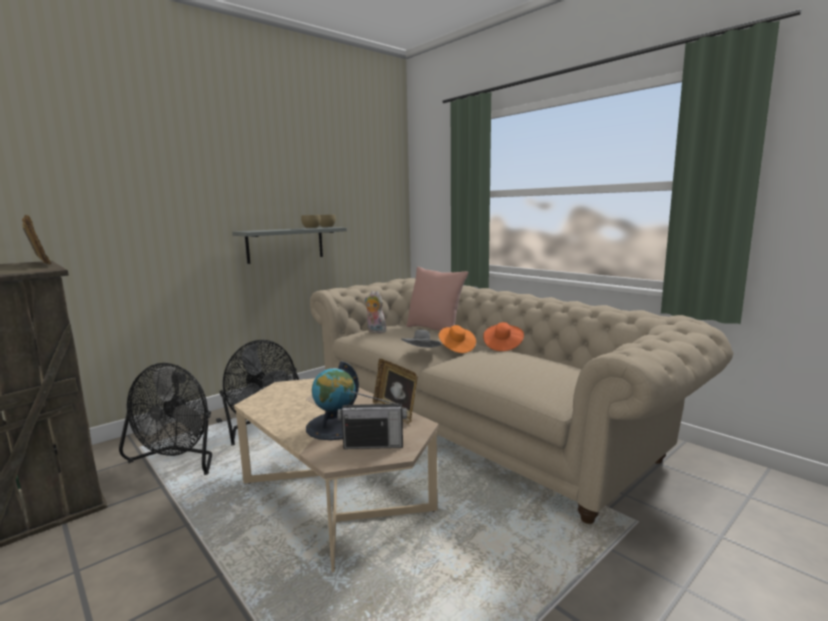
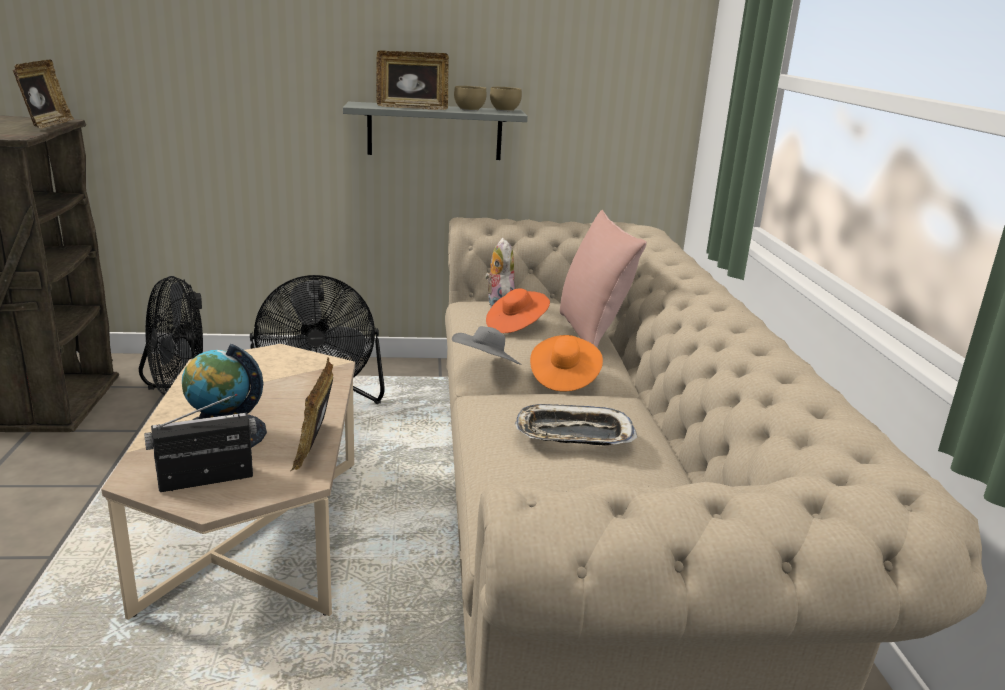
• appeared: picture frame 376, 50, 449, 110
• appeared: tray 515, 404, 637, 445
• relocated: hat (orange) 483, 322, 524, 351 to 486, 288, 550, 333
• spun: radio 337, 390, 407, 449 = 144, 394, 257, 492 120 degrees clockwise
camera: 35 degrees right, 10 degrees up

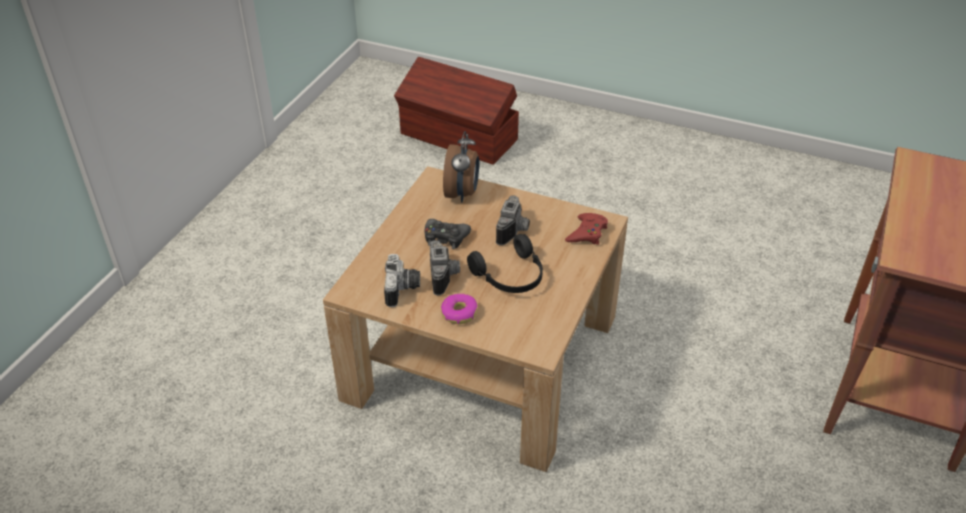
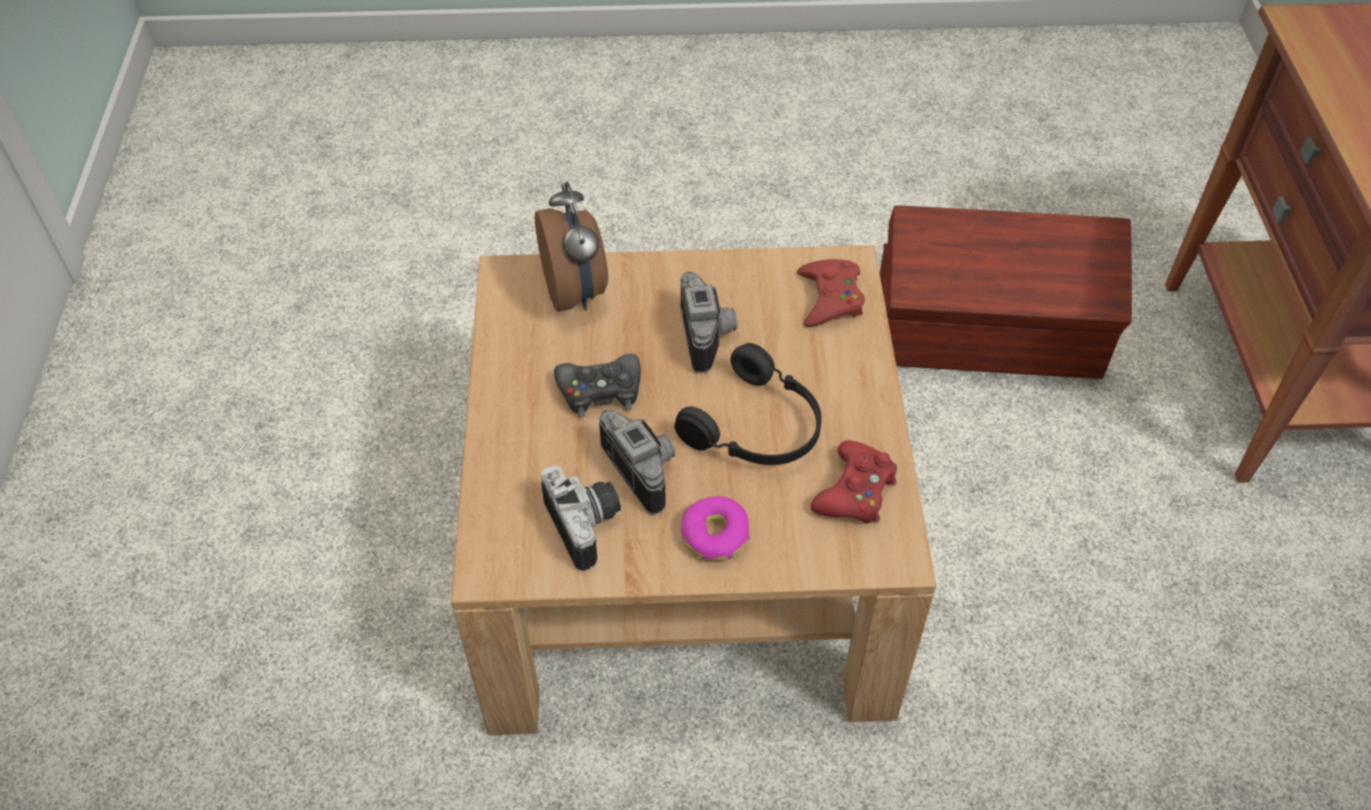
• appeared: game controller (red) 810, 440, 897, 523
• relocated: storage box (brown) 394, 57, 519, 165 to 880, 205, 1132, 379
camera: 25 degrees left, 10 degrees up

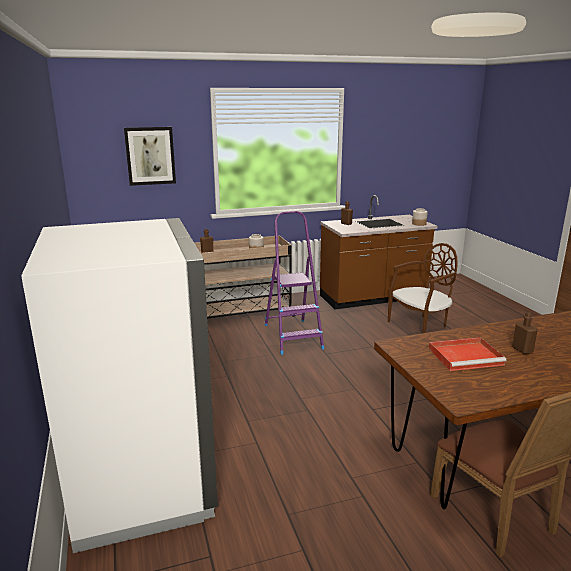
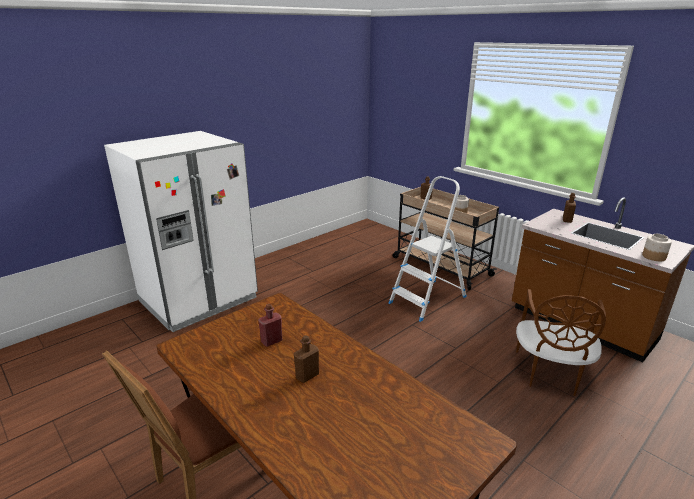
• missing: picture 124, 127, 176, 186
• exchanged: tray (red) 429, 337, 506, 371 to bottle (red) 258, 304, 282, 347
• colour: step ladder (purple) 265, 211, 324, 355 to step ladder (white) 389, 176, 467, 322
• spun: chair (brown) 388, 243, 458, 333 = 516, 289, 606, 396 75 degrees clockwise
camera: 65 degrees right, 5 degrees up

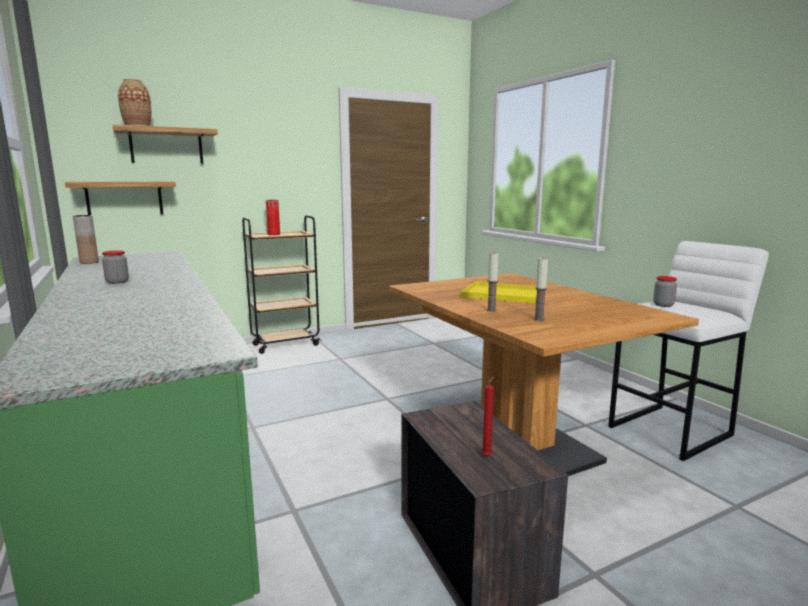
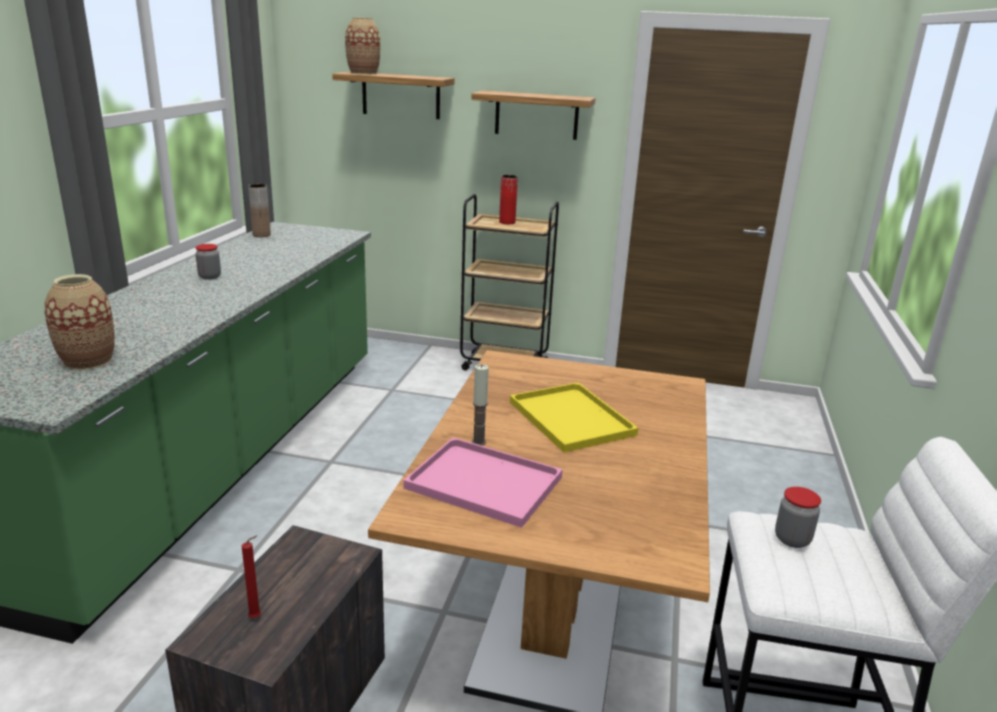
• appeared: vase 44, 274, 115, 370
• relocated: shelf 65, 182, 176, 215 to 471, 90, 596, 140
• exchanged: candle 534, 258, 548, 321 to tray (pink) 403, 437, 563, 528
camera: 40 degrees right, 10 degrees up

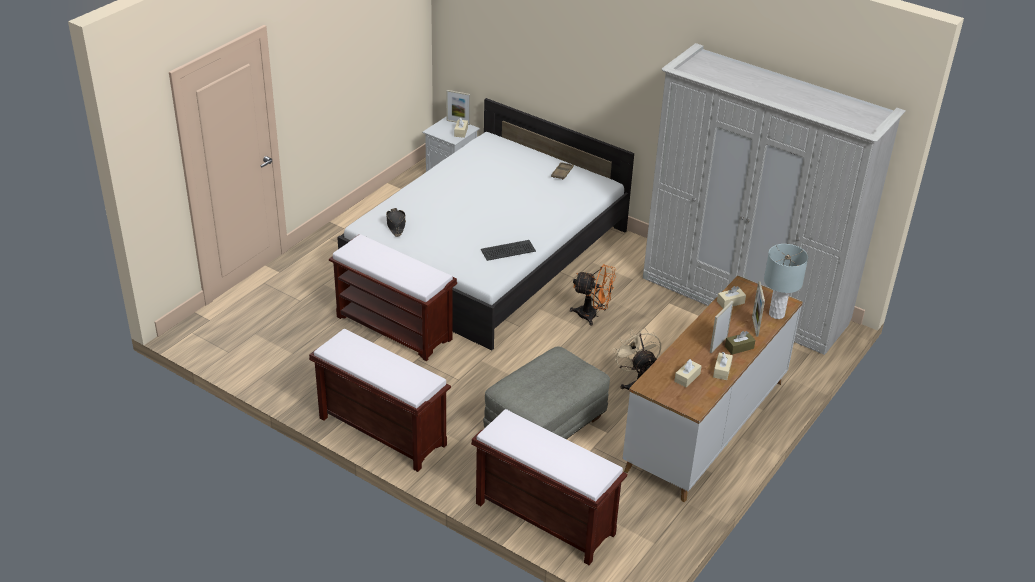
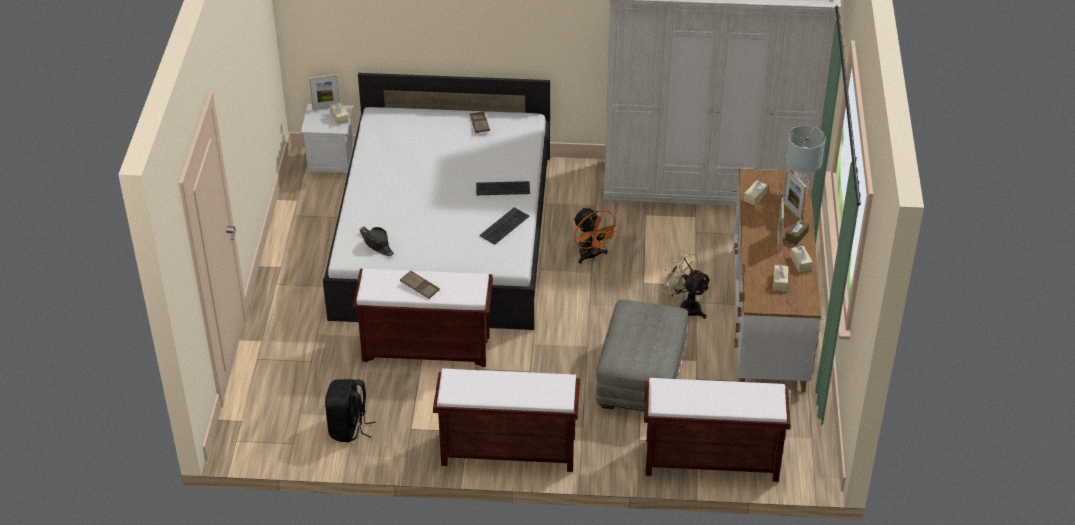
• appeared: backpack (black) 325, 379, 376, 442
• appeared: tray (brown) 400, 270, 440, 299
• appeared: keyboard 476, 181, 530, 195
• spun: fan (orange) 570, 264, 616, 326 = 573, 207, 620, 264 75 degrees clockwise
camera: 30 degrees left, 5 degrees up

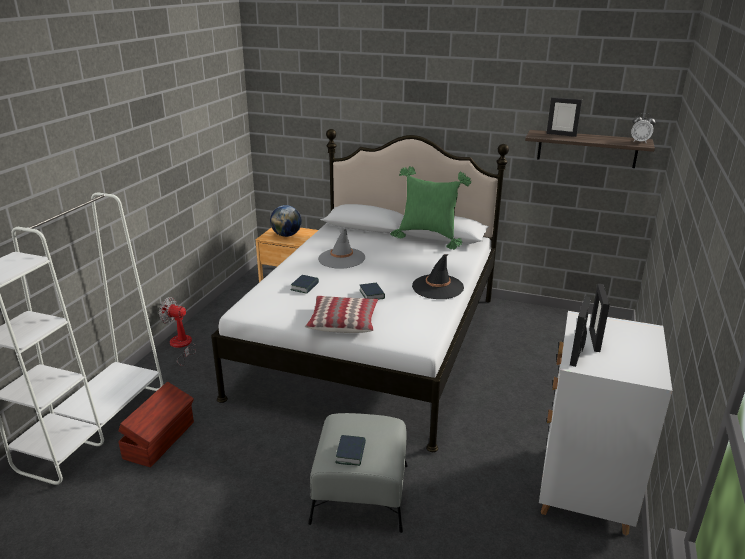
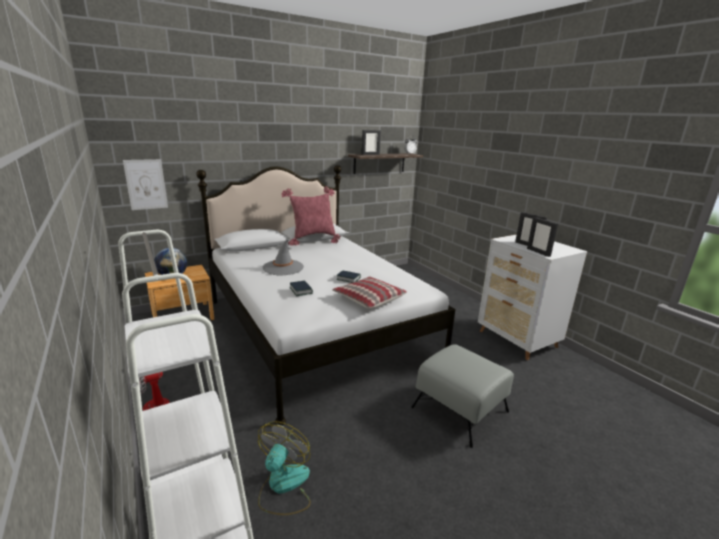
• missing: book 335, 435, 366, 466
• missing: hat (black) 412, 254, 464, 299
• appeared: picture 123, 159, 168, 210
• exchanged: storage box (brown) 118, 382, 194, 467 to fan 258, 421, 311, 515
• colour: pillow (green) 390, 166, 471, 250 to pillow (red) 281, 187, 341, 246
camera: 50 degrees left, 5 degrees down

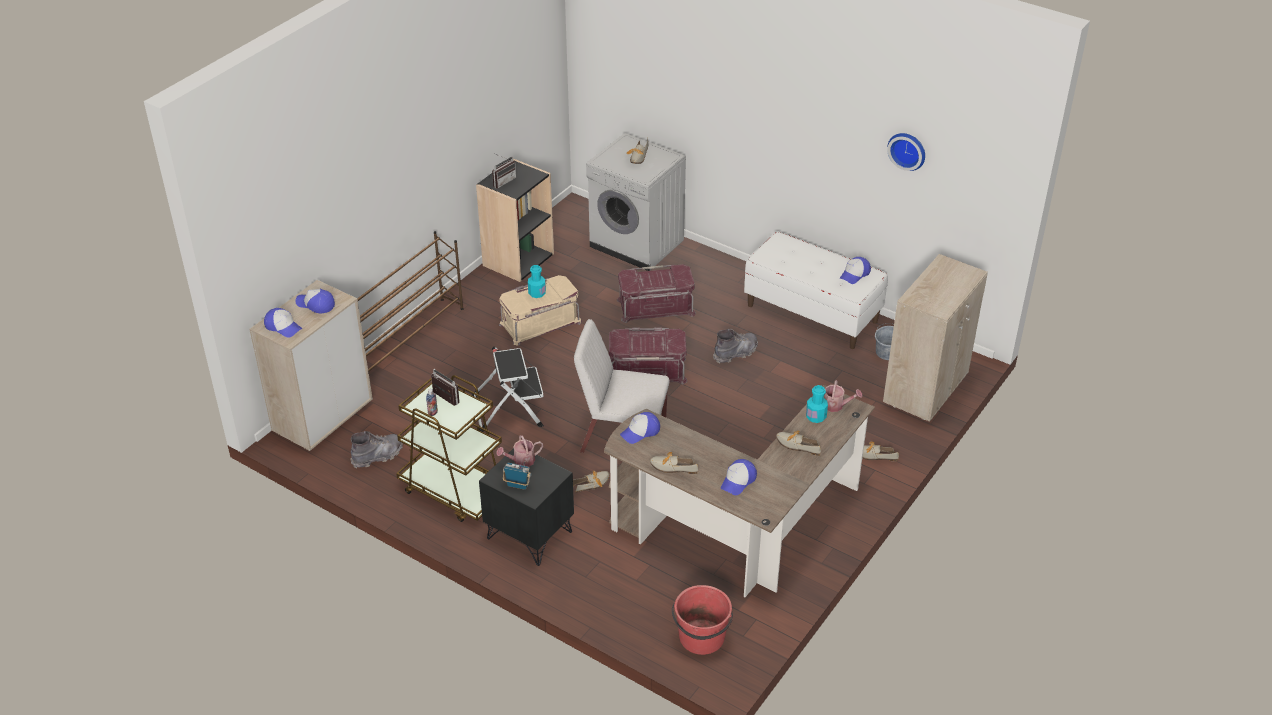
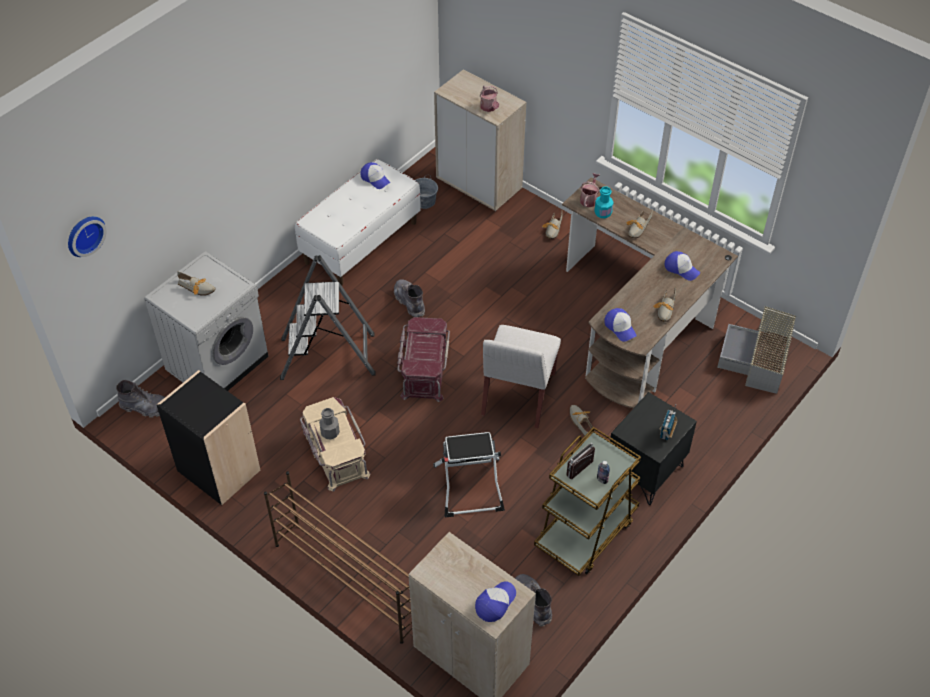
• missing: cap 295, 289, 335, 313
• missing: radio 492, 154, 516, 189
• appeared: boot (grey) 116, 380, 165, 418
• relocated: watering can 496, 435, 543, 467 to 480, 85, 499, 112
• relocated: wall clock 887, 133, 925, 171 to 68, 216, 106, 257
• exchanged: storage box (red) 616, 264, 696, 323 to step ladder (grey) 280, 255, 375, 380
• exchanged: bucket (red) 672, 585, 733, 655 to storage box (grey) 717, 306, 797, 394
• colour: bottle (turquoise) 528, 265, 546, 298 to bottle (grey) 319, 408, 340, 440
camera: 85 degrees left, 10 degrees up

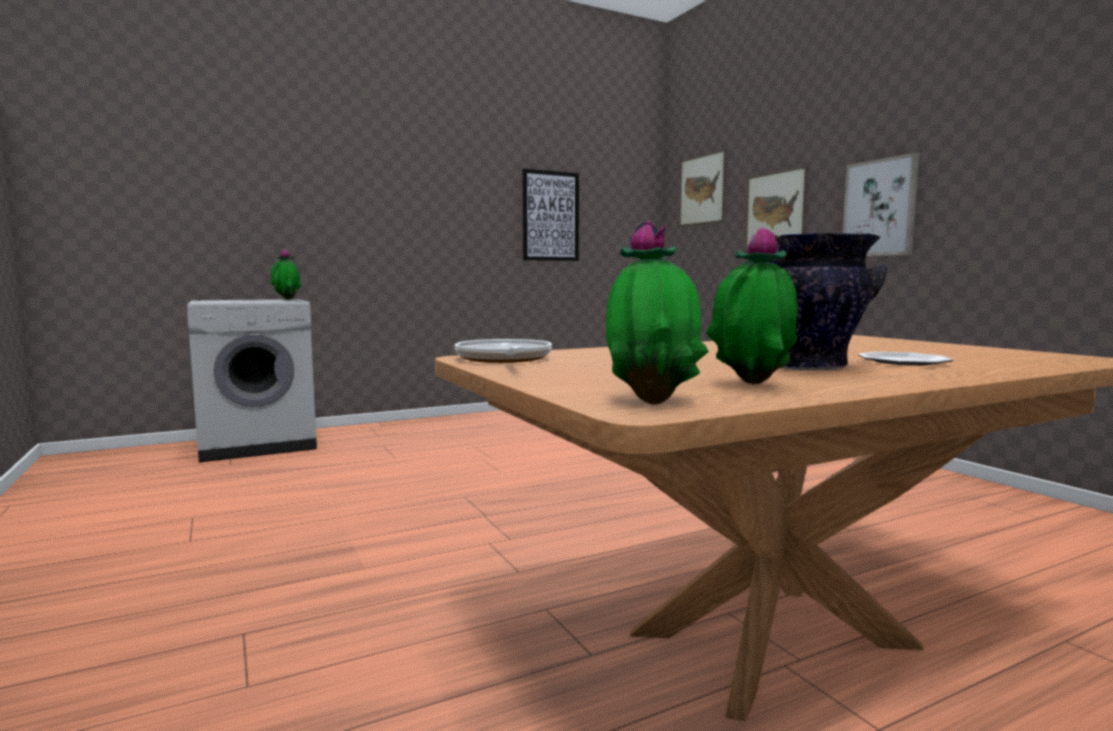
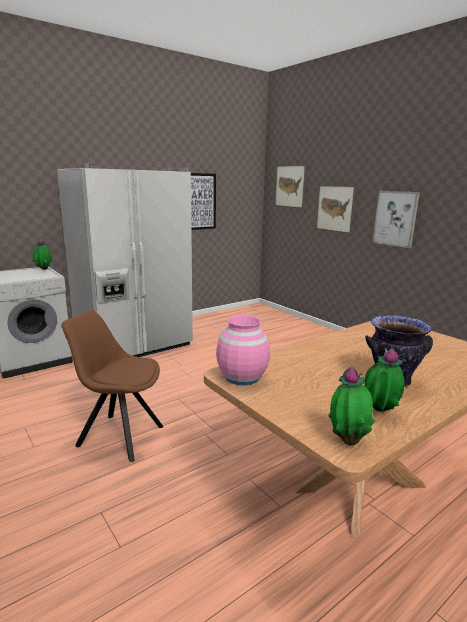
• missing: plate 858, 352, 954, 366
• appeared: fridge (white) 57, 164, 193, 357
• appeared: chair (brown) 62, 310, 163, 462
• exchanged: frying pan 454, 339, 552, 363 to vase (pink) 216, 315, 270, 385
camera: 10 degrees left, 10 degrees up

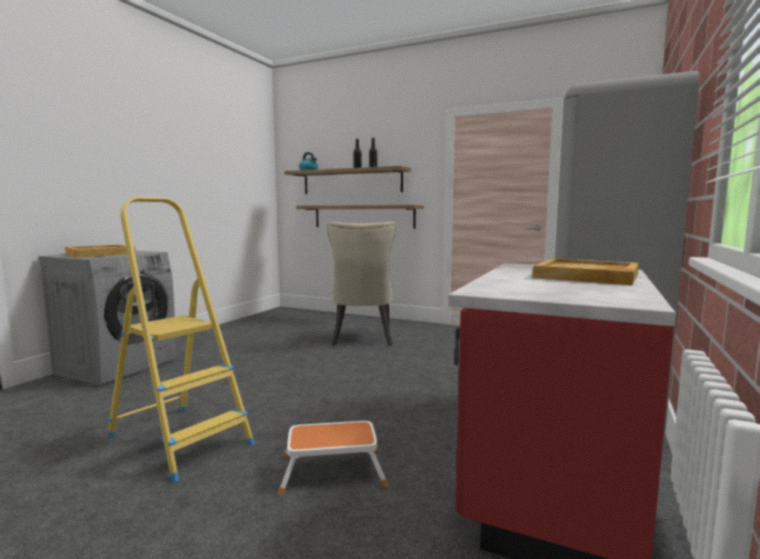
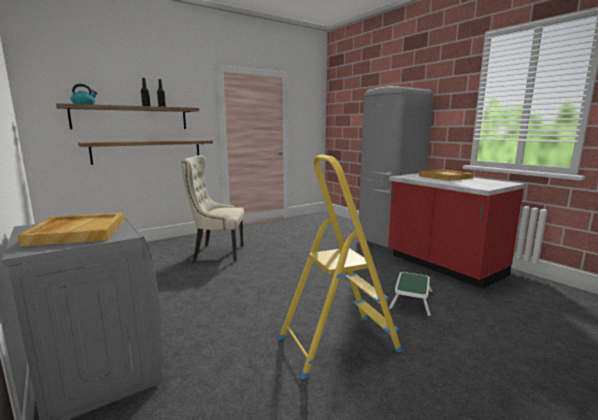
• colour: step ladder (orange) 278, 421, 389, 495 to step ladder (green) 389, 272, 433, 320
• spun: chair (beige) 327, 222, 396, 346 = 182, 155, 244, 262 150 degrees clockwise
camera: 60 degrees left, 5 degrees up

